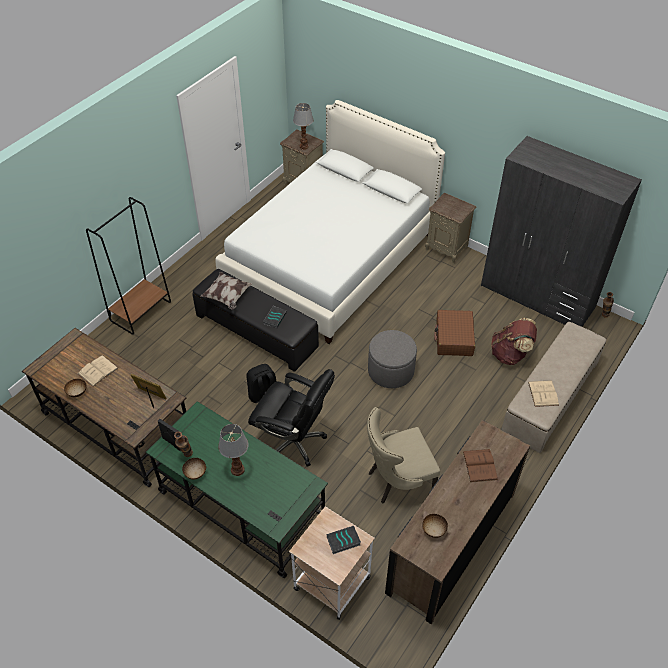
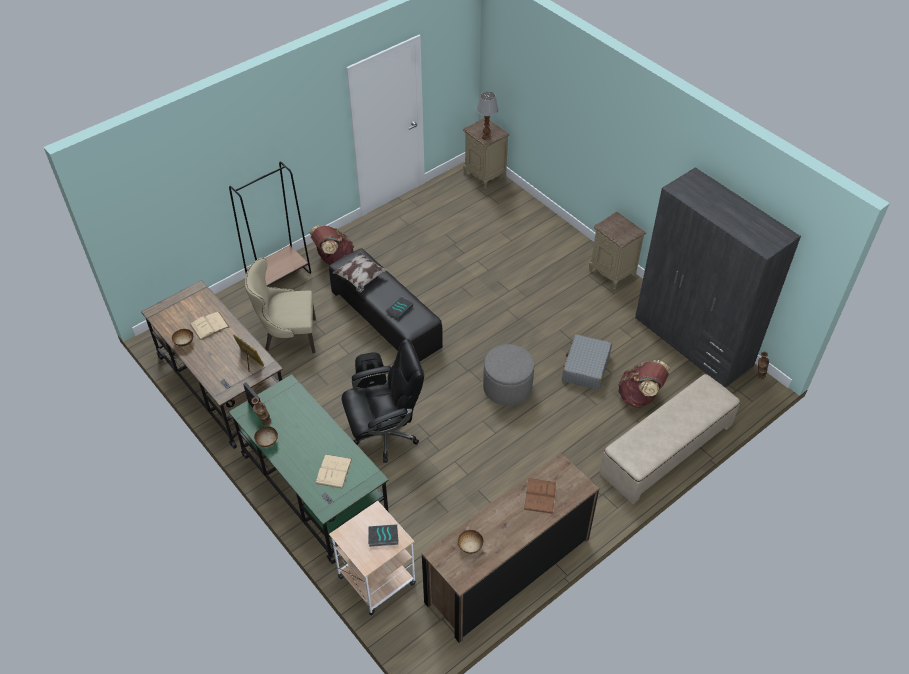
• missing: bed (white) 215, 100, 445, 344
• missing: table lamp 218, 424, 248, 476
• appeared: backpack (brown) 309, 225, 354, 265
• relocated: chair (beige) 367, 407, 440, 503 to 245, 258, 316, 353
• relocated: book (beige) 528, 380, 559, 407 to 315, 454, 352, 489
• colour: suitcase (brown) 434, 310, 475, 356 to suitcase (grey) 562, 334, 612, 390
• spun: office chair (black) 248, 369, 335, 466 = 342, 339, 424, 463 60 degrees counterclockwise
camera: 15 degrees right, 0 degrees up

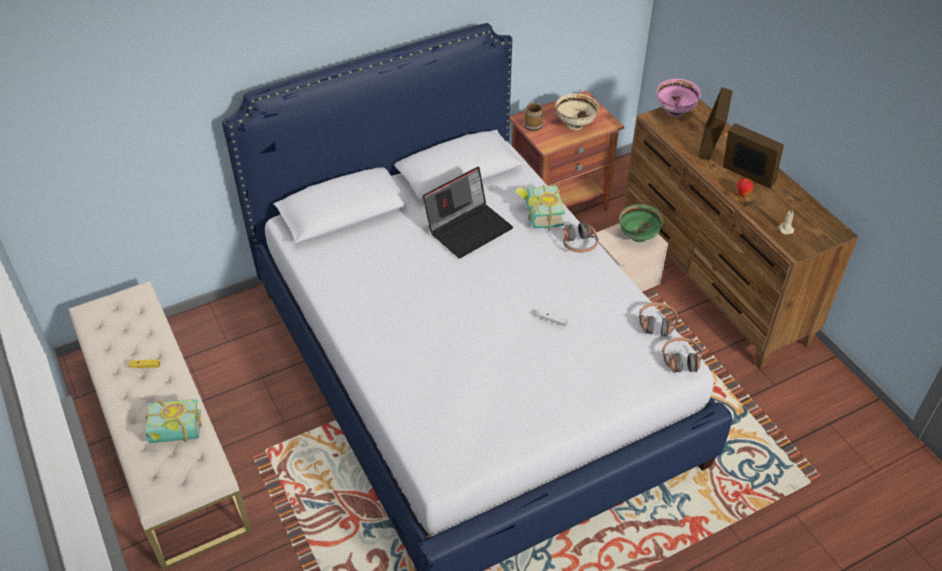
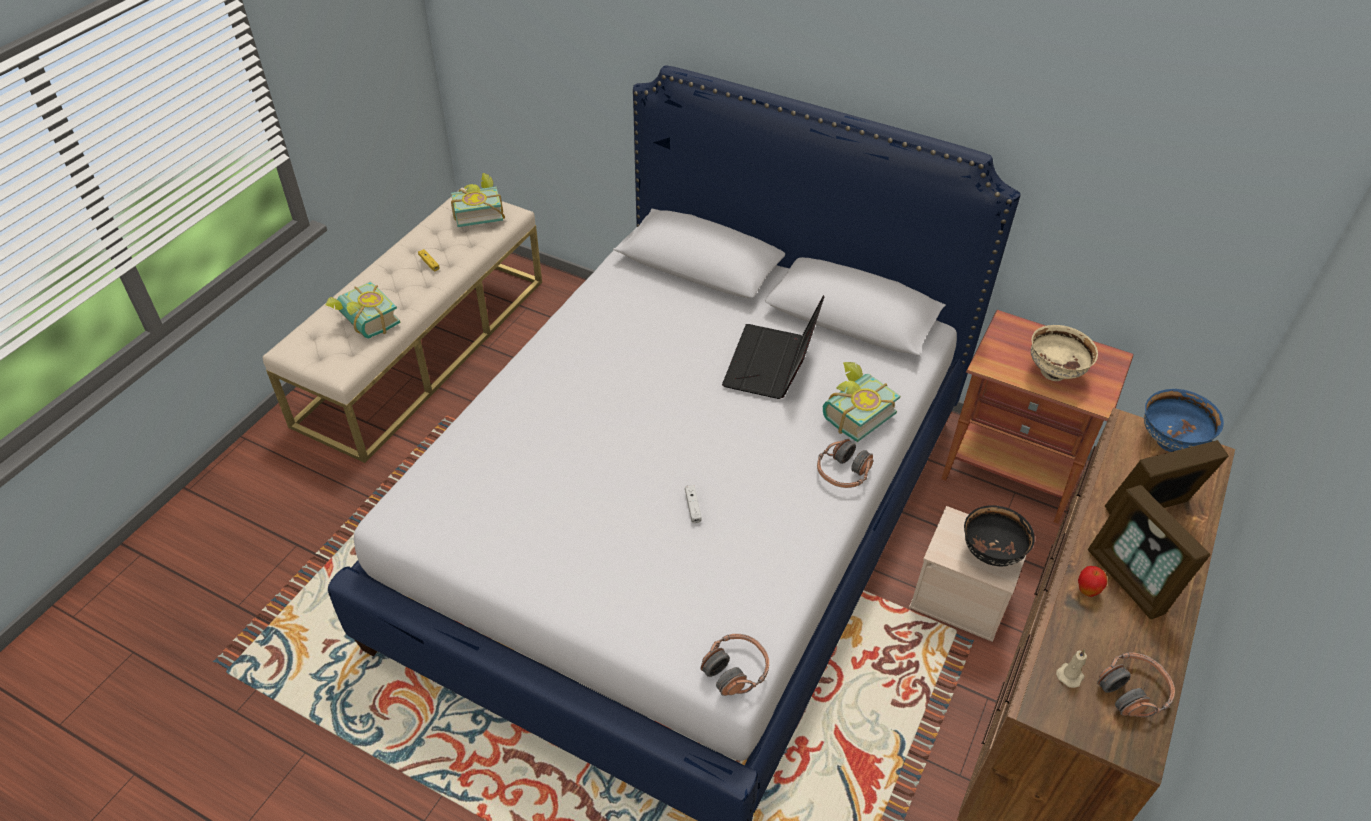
• missing: mug 523, 100, 543, 131
• appeared: book 451, 173, 505, 227
• relocated: headphones 639, 302, 678, 337 to 1097, 652, 1175, 717
• colour: bowl (green) 619, 204, 663, 242 to bowl (black) 964, 505, 1035, 566
• colour: bowl (pink) 657, 79, 701, 117 to bowl (blue) 1144, 389, 1224, 452
• spun: laptop 423, 167, 513, 258 = 722, 295, 825, 399 90 degrees clockwise
• spun: picture frame 723, 123, 784, 188 = 1088, 485, 1210, 619 150 degrees clockwise
camera: 55 degrees right, 0 degrees up

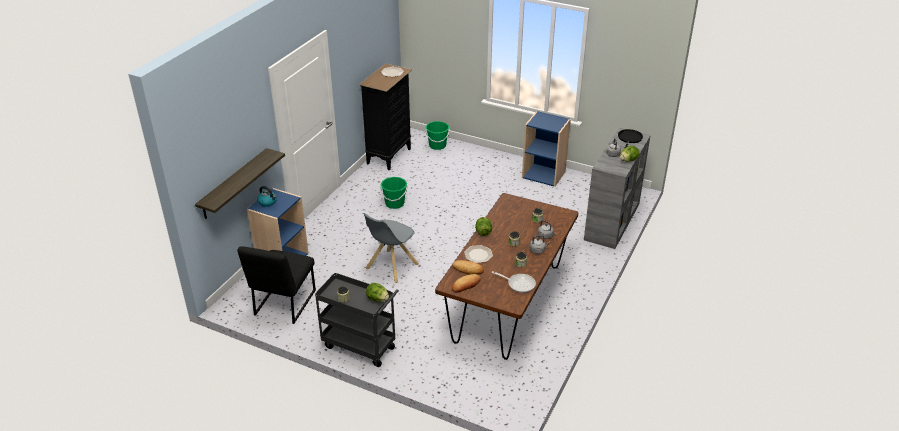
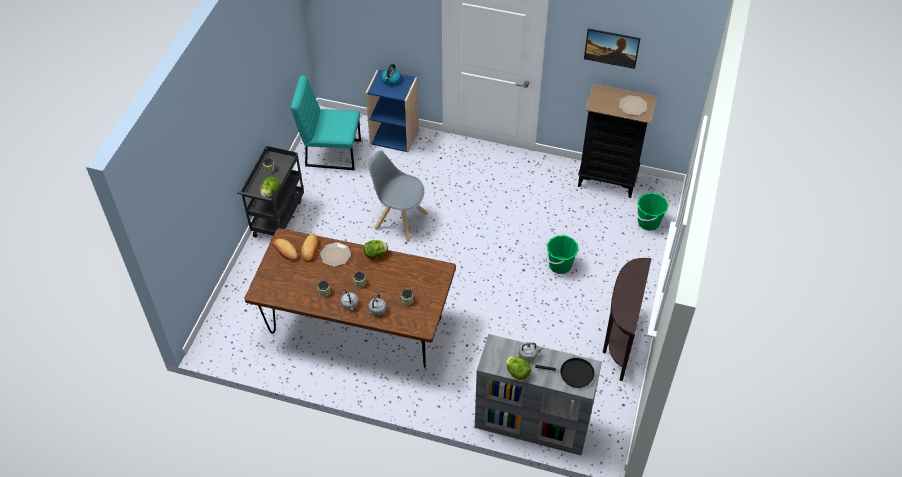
• missing: shelf 195, 148, 285, 219
• missing: frying pan 492, 271, 536, 293
• appeared: picture 584, 28, 641, 69
• relocated: bucket (green) 380, 177, 407, 209 to 546, 235, 579, 274
• exchanged: bookcase (blue) 522, 111, 571, 187 to console table (brown) 603, 258, 652, 381
• colour: chair (black) 237, 246, 316, 324 to chair (turquoise) 291, 75, 361, 170
camera: 80 degrees right, 15 degrees up

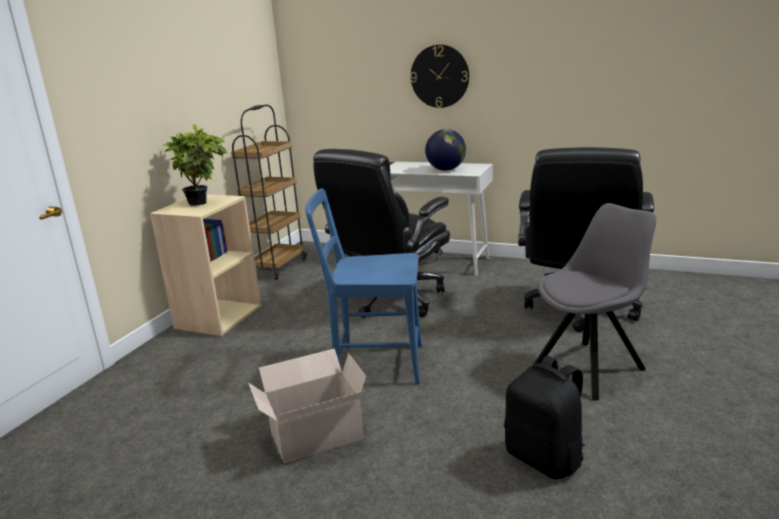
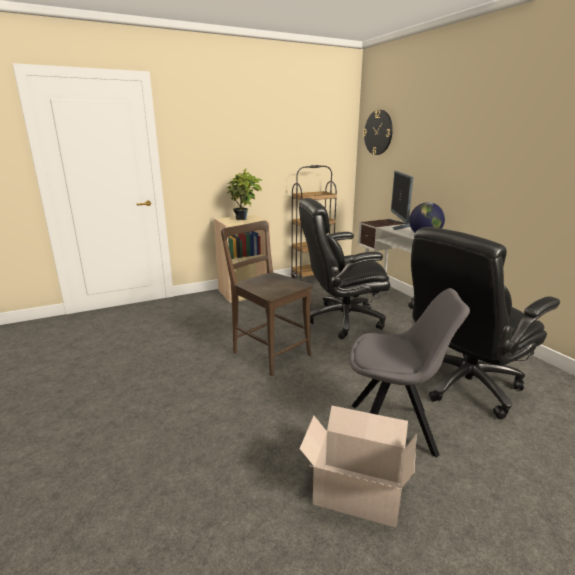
• missing: backpack (black) 504, 356, 585, 479
• appeared: monitor 388, 171, 413, 230
• relocated: cardboard box 248, 348, 366, 464 to 299, 406, 417, 528
• relocated: wall clock 410, 45, 469, 108 to 363, 110, 393, 155
• colour: chair (blue) 305, 188, 423, 384 to chair (brown) 221, 221, 313, 376
camera: 40 degrees right, 0 degrees up

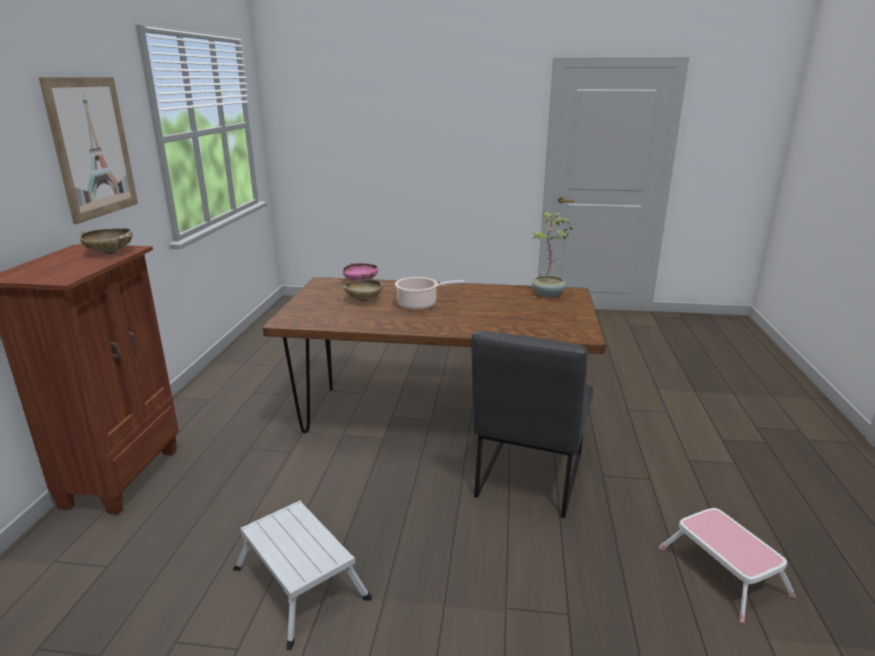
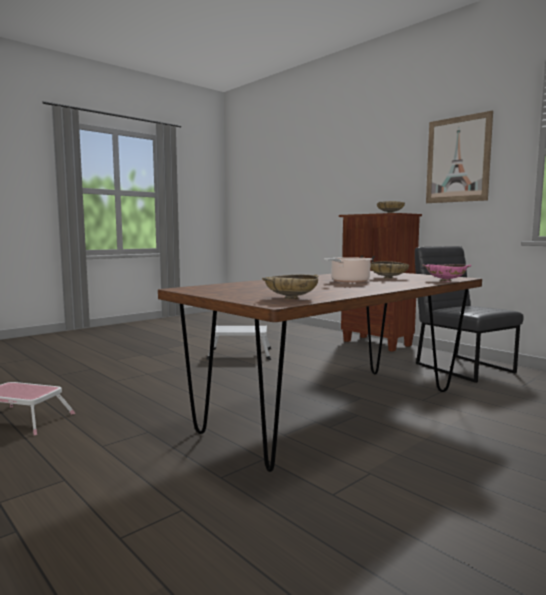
• relocated: chair (grey) 471, 331, 593, 518 to 415, 246, 524, 383
• exchanged: potted plant 532, 212, 572, 297 to bowl (beige) 262, 274, 318, 299
camera: 130 degrees right, 15 degrees down

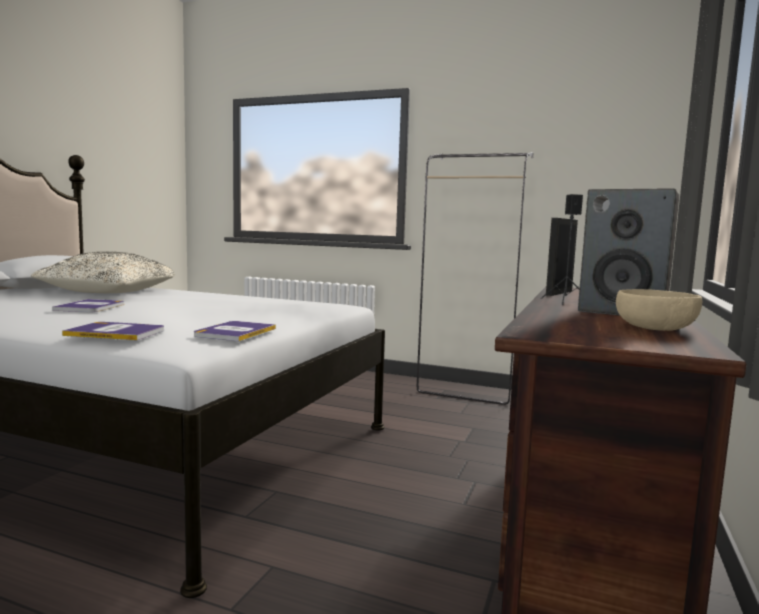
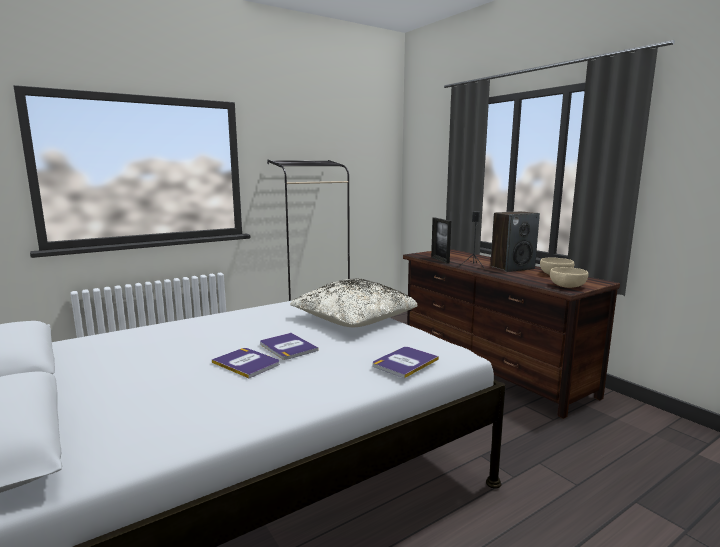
• appeared: bowl (beige) 550, 267, 589, 288
• relocated: pillow (beige) 31, 251, 175, 293 to 290, 278, 417, 327
• relocated: book 194, 321, 276, 341 to 260, 333, 319, 360
camera: 55 degrees left, 5 degrees up

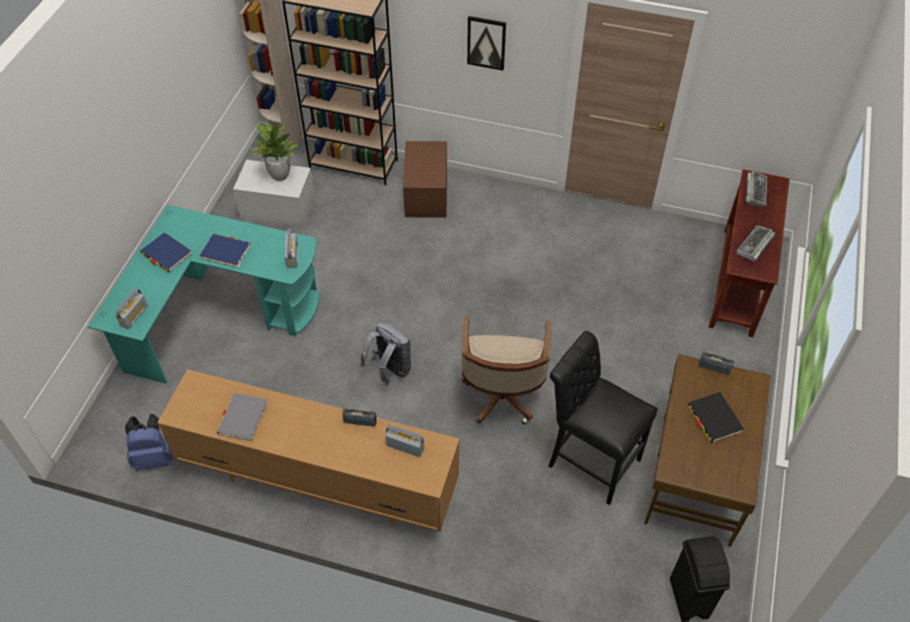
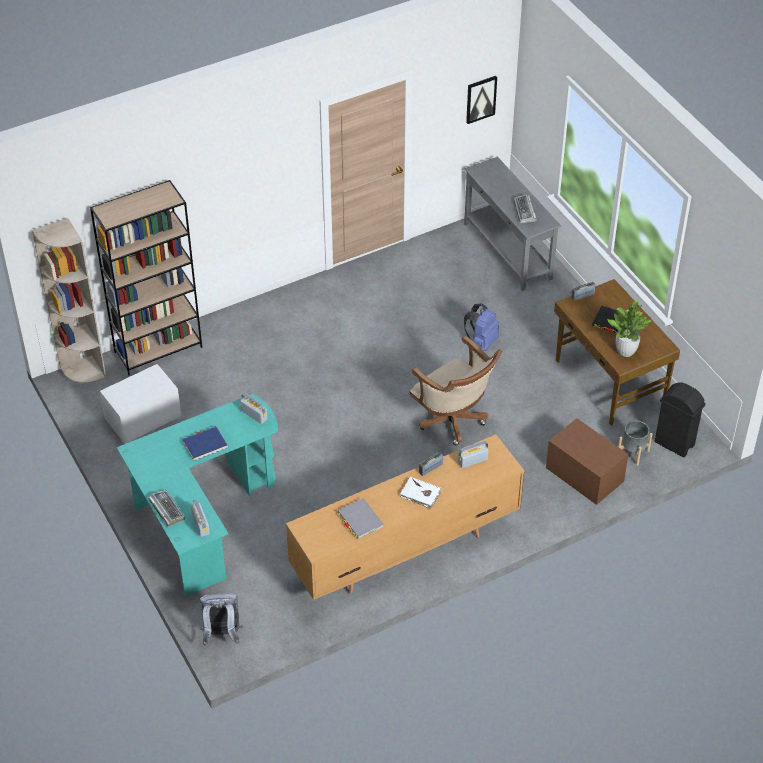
• missing: book (blue) 140, 232, 192, 272
• missing: stool (black) 548, 331, 658, 505
• appeared: book (white) 399, 477, 441, 509
• appeared: planter (grey) 618, 420, 653, 465
• relocated: backpack (blue) 125, 414, 173, 470 to 464, 304, 499, 351
• relocated: potted plant 252, 123, 298, 181 to 607, 301, 651, 357
• relocated: backpack (grey) 360, 323, 411, 385 to 200, 593, 243, 646
• relocated: storage box (brown) 403, 141, 447, 217 to 546, 418, 629, 505
• relocated: picture 467, 16, 506, 71 to 466, 76, 497, 124
• relocated: keyboard 745, 172, 767, 208 to 148, 490, 185, 527
• colour: console table (brown) 709, 169, 790, 337 to console table (grey) 464, 157, 561, 291
camera: 45 degrees left, 5 degrees down

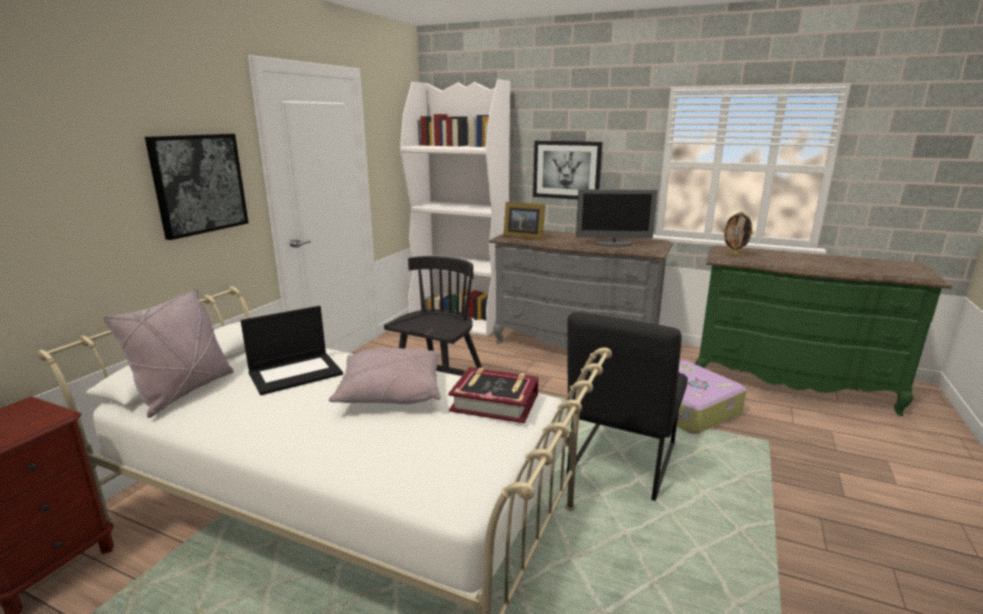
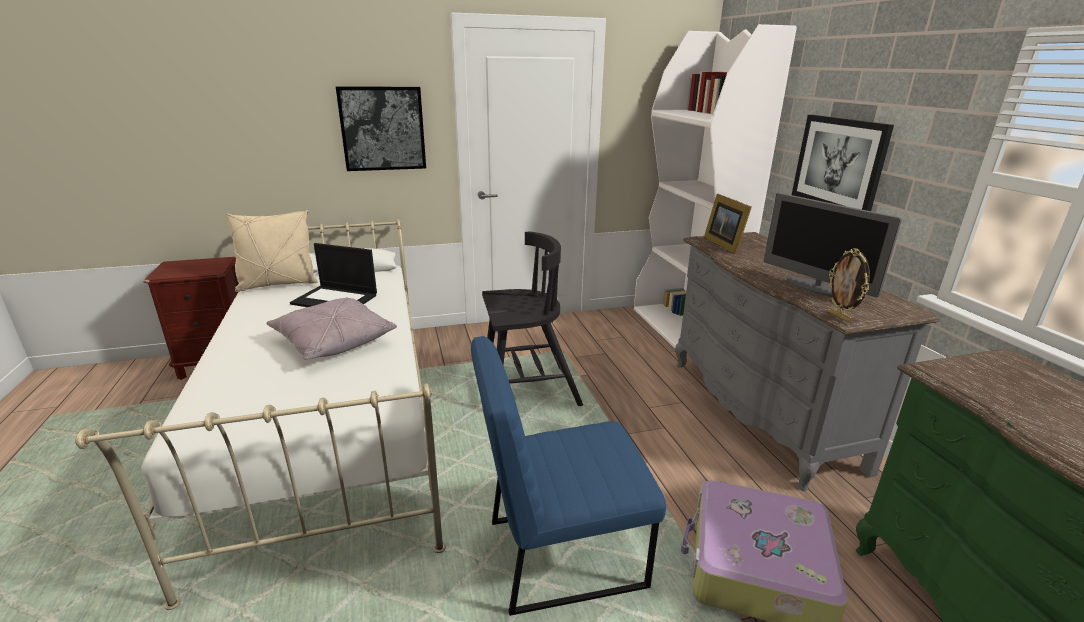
• missing: book 448, 367, 539, 423
• relocated: picture frame 722, 212, 754, 256 to 829, 248, 870, 322
• colour: pillow (purple) 102, 288, 233, 418 to pillow (beige) 226, 210, 318, 292
• colour: chair (black) 566, 312, 688, 501 to chair (blue) 471, 336, 666, 616
camera: 50 degrees right, 5 degrees up

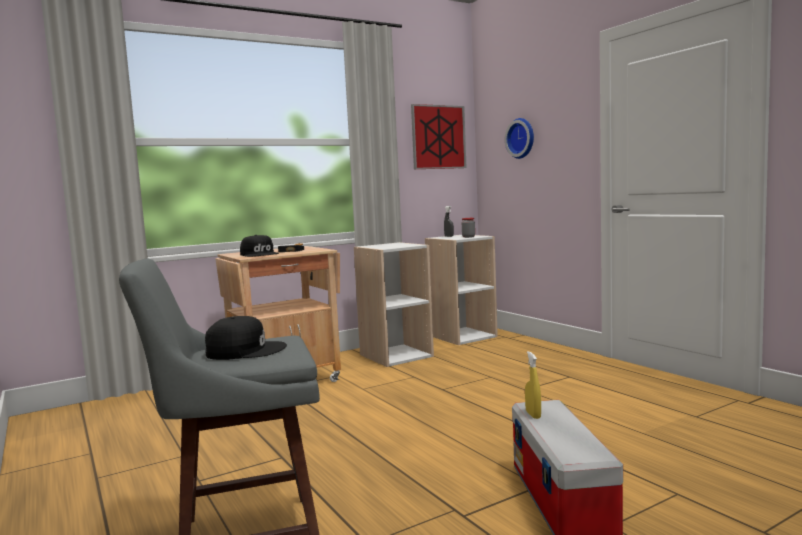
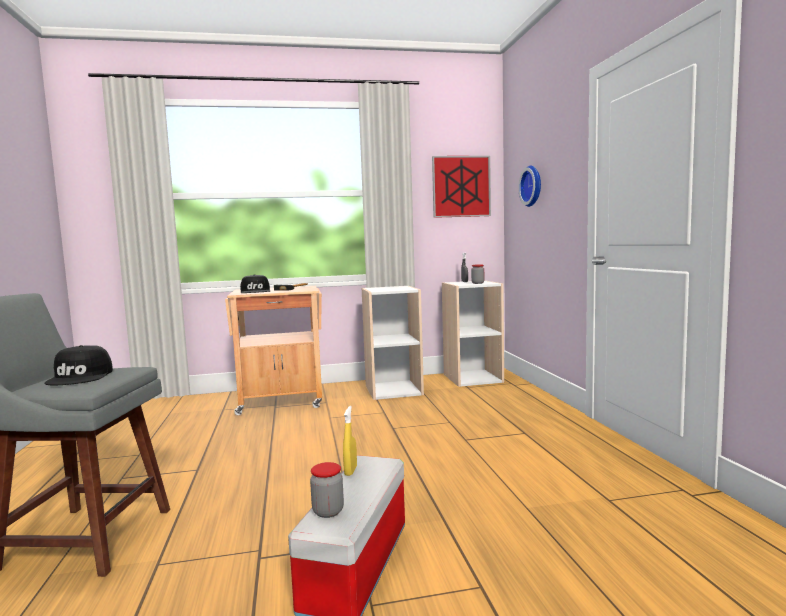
• appeared: jar 310, 462, 344, 518
• spun: cap (black) 205, 316, 287, 360 = 44, 345, 113, 385 75 degrees clockwise
camera: 20 degrees right, 0 degrees up

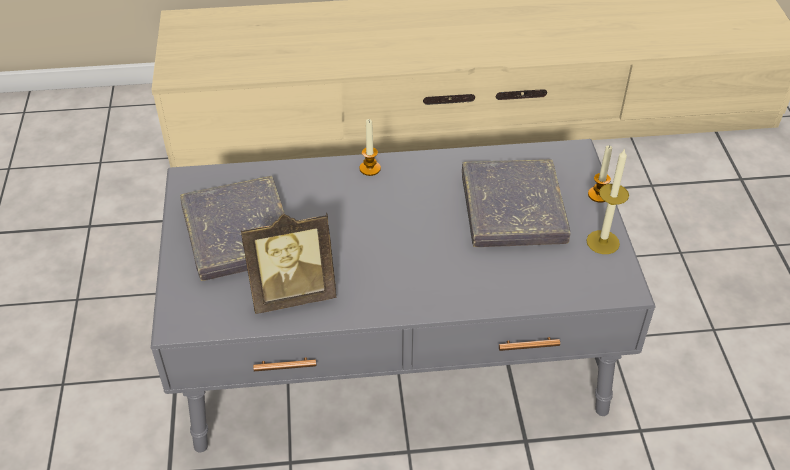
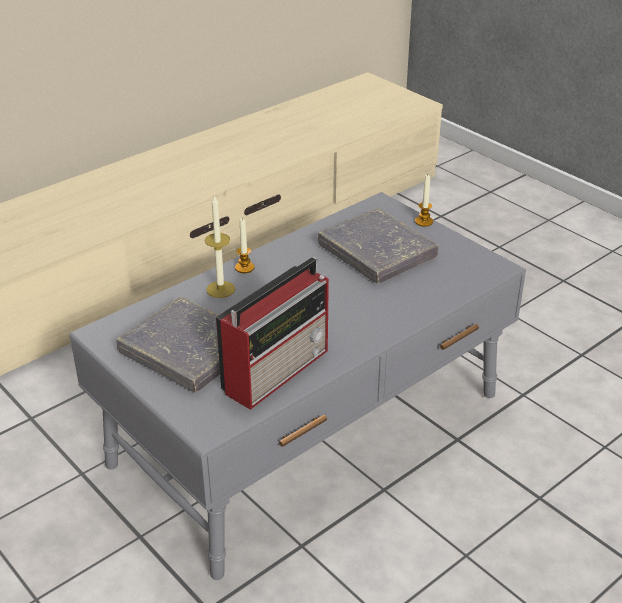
• relocated: candle 587, 148, 629, 254 to 205, 195, 235, 298
• exchanged: picture frame 241, 213, 336, 314 to radio 216, 257, 329, 410
camera: 35 degrees left, 10 degrees down

